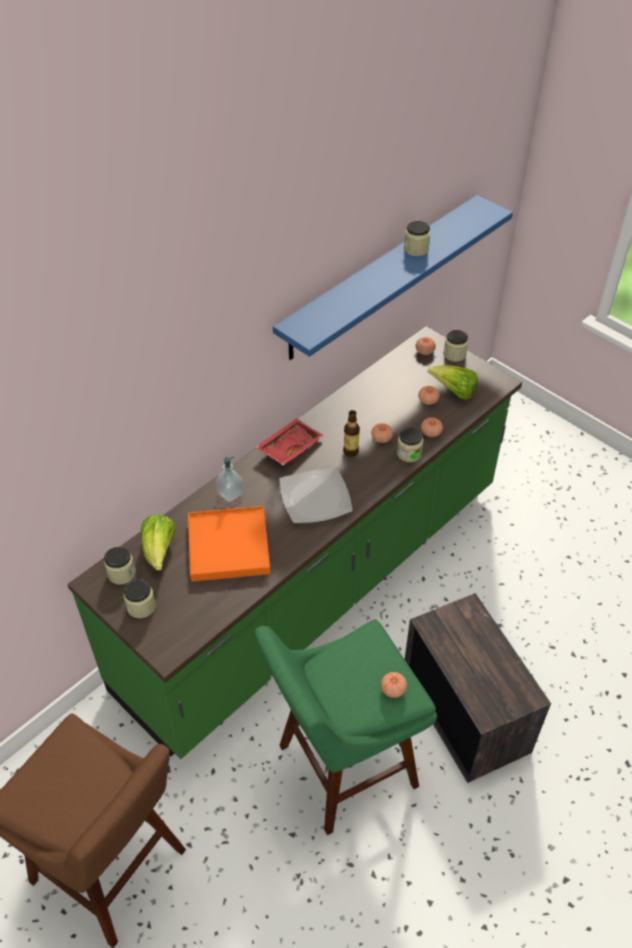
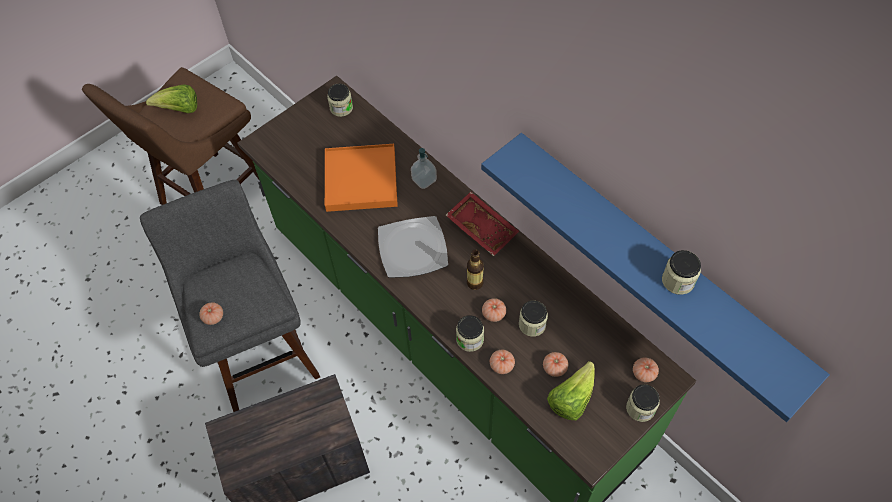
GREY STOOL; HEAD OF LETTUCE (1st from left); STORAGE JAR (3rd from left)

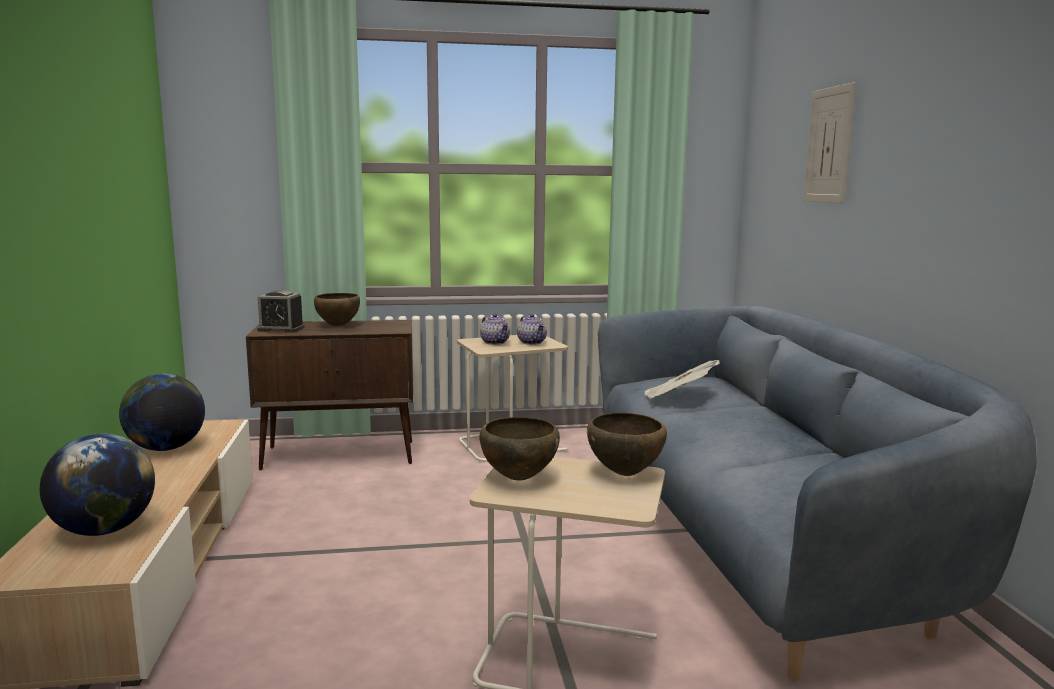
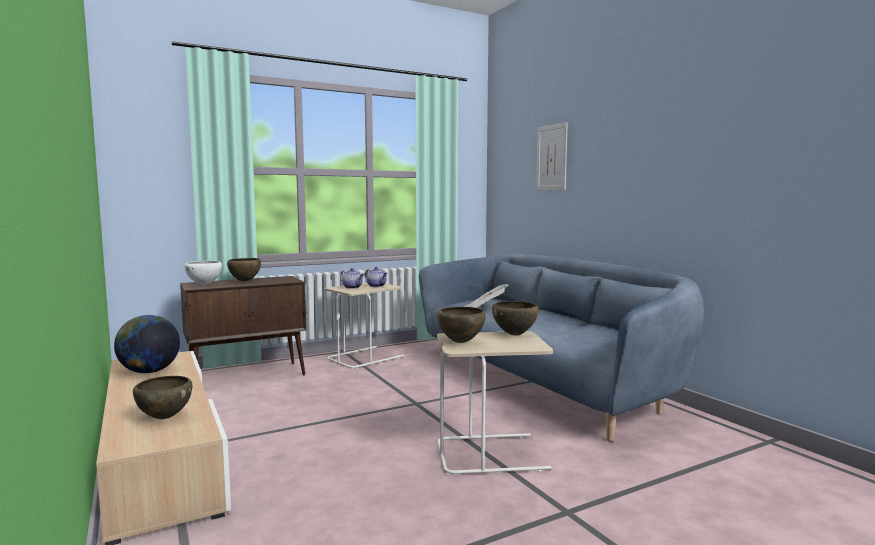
BROWN DEEP DISH (1st from left); WHITISH DEEP DISH

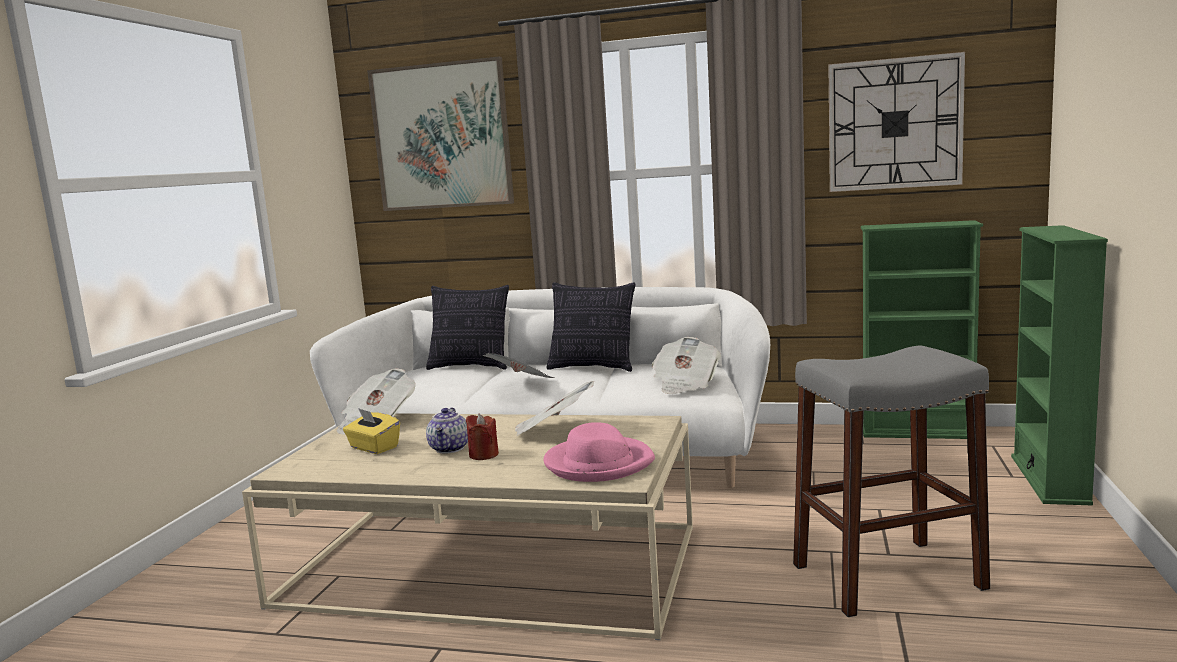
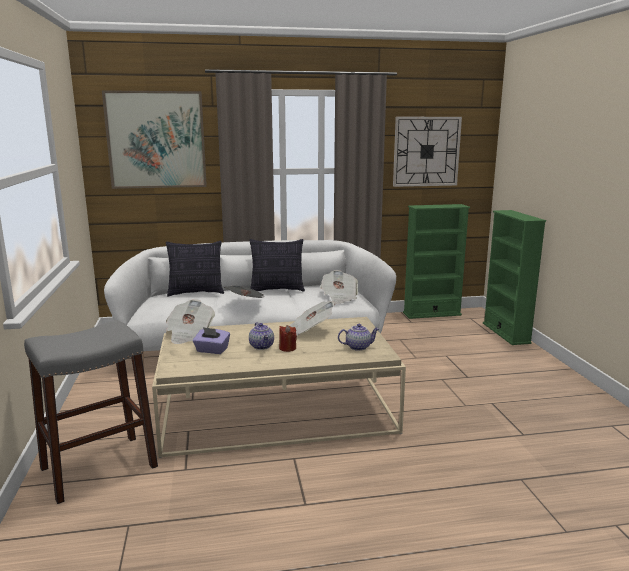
GREY STOOL; PURPLE-COLOURED TISSUE BOX; TEA POT (2nd from left)

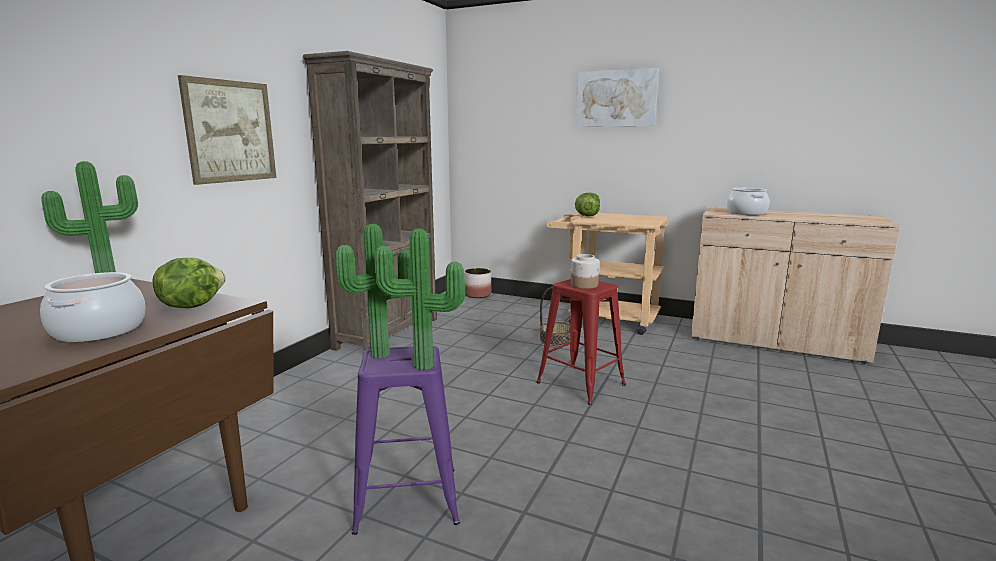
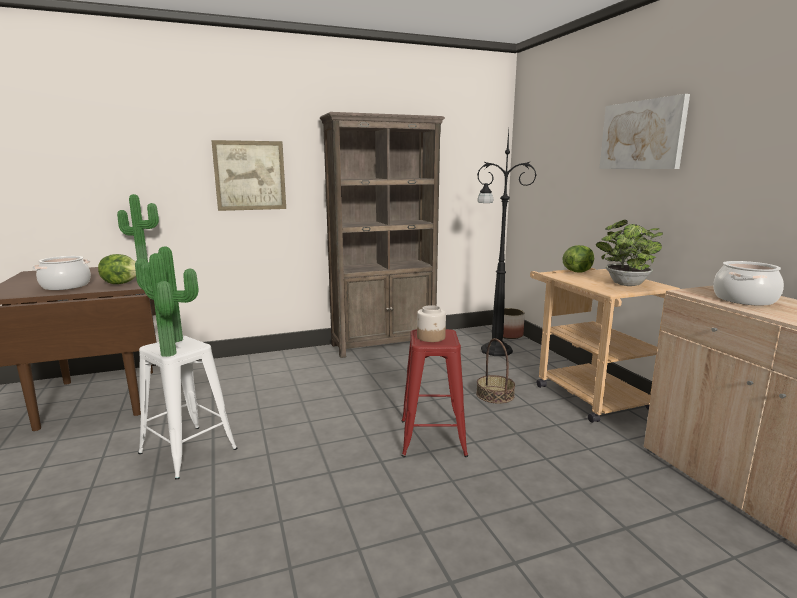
WHITISH STOOL; BLACK-COLOURED STANDING LAMP; PLANT IN A POT (4th from left)

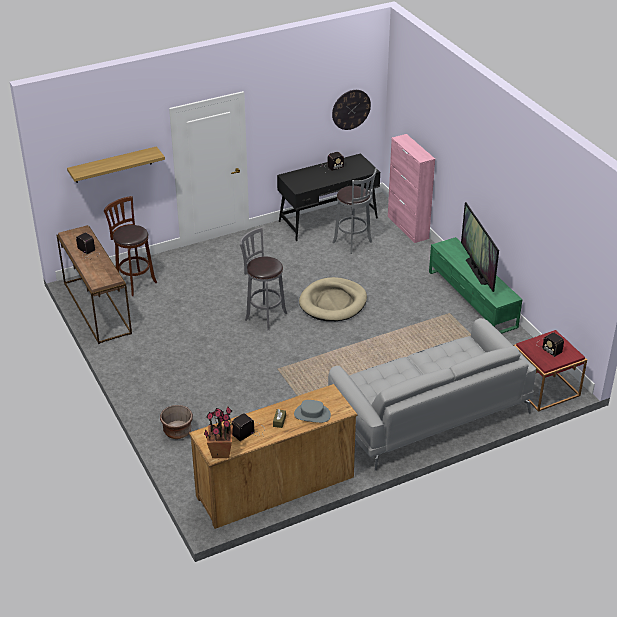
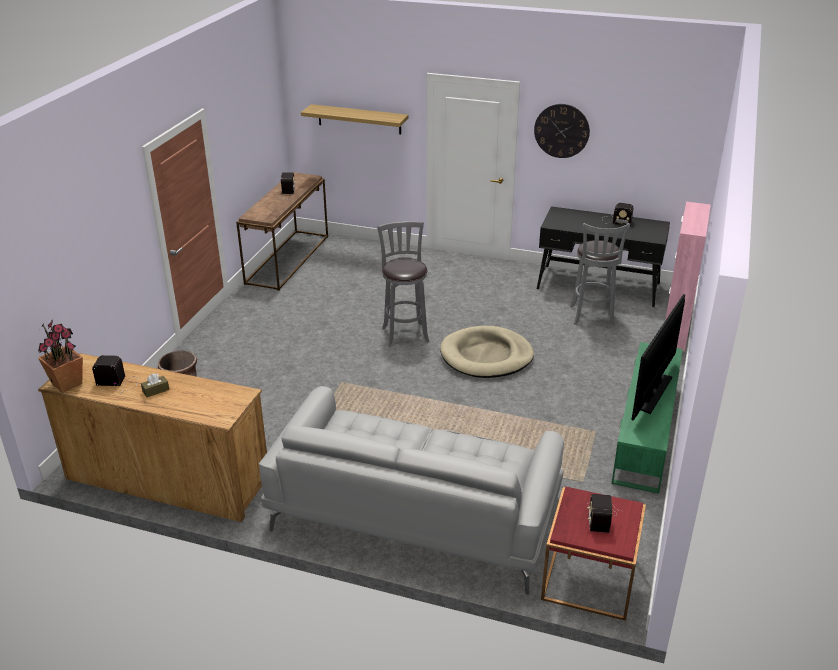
WALL CLOCK; BROWN STOOL; GREY WEARABLE HAT

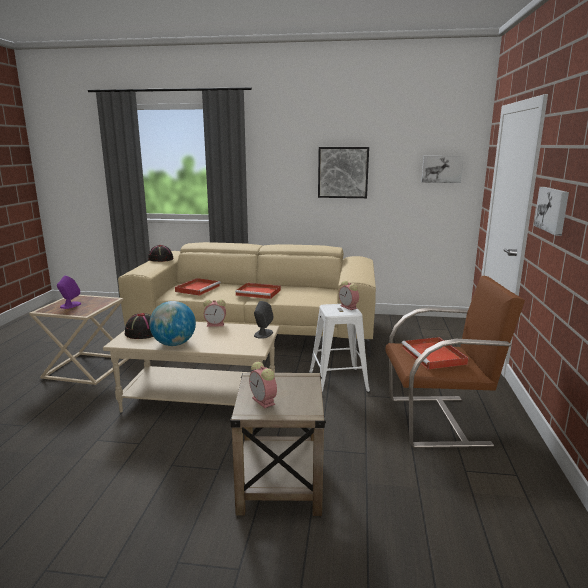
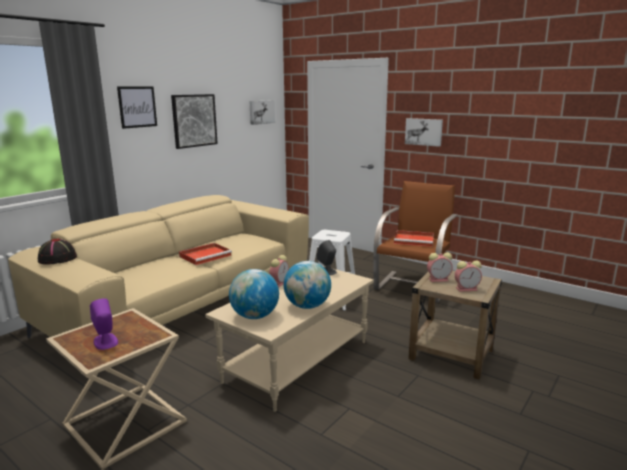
WALL PICTURE (1st from left); DESK GLOBE (1st from left); TABLE CLOCK (2nd from left); REDDISH SERVING TRAY (1st from left in the first image)

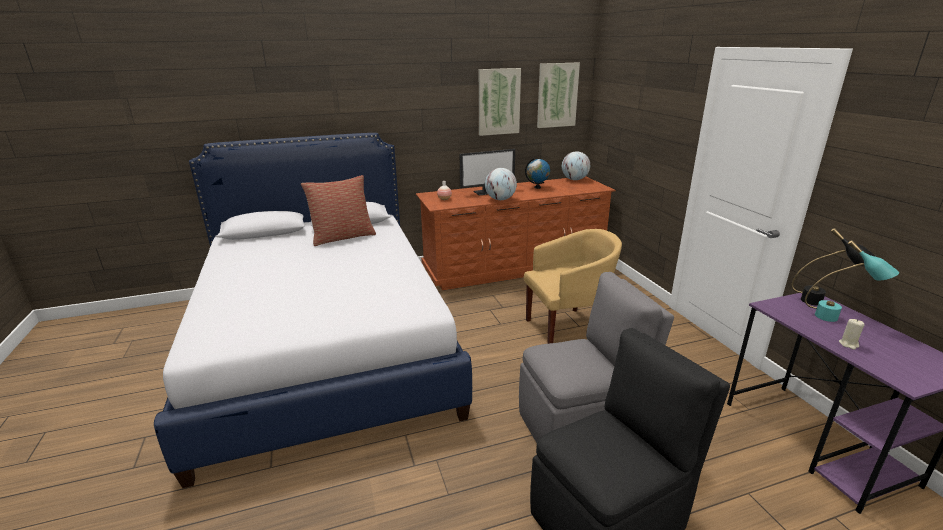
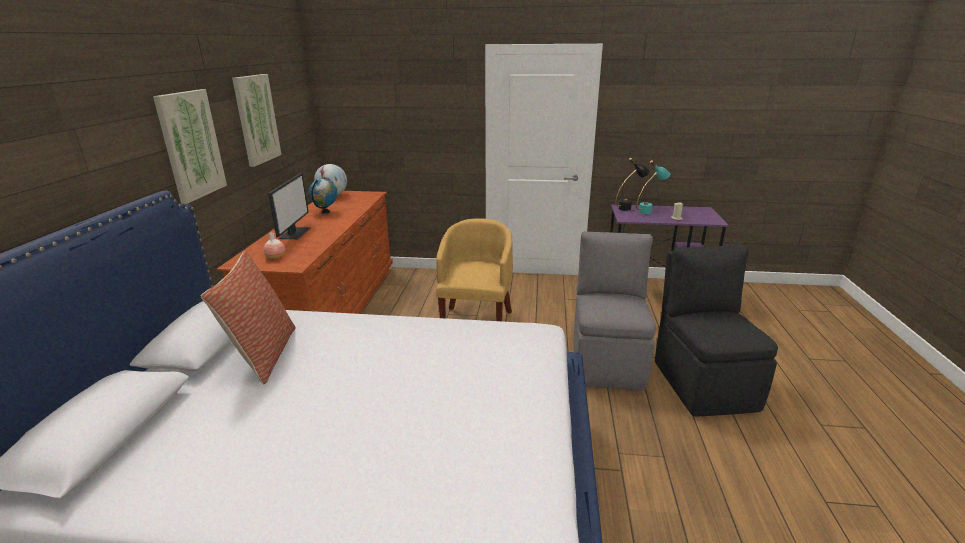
WALL PICTURE (1st from left); DESK GLOBE (1st from left in the first image)

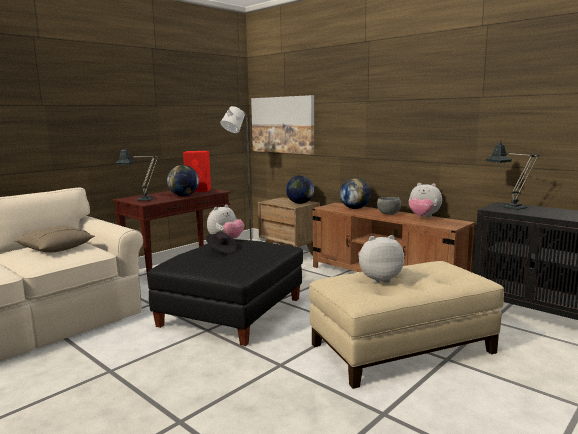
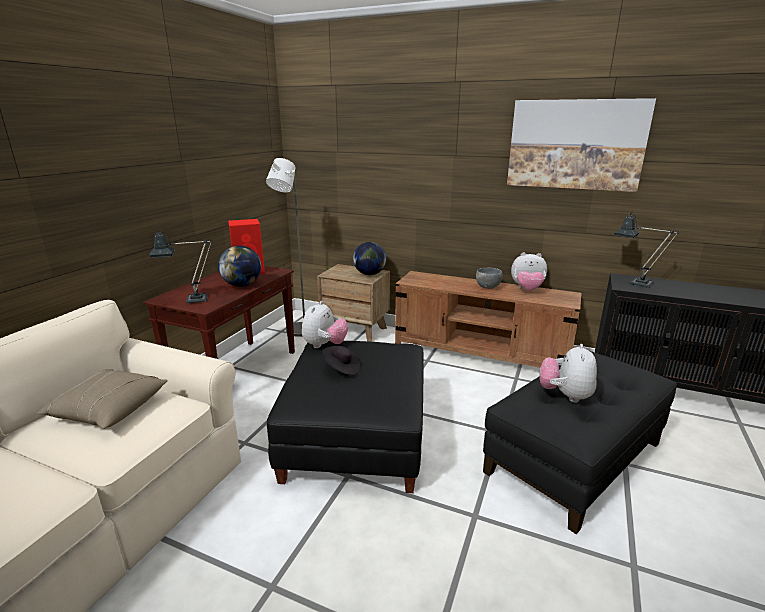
BLACK-COLOURED OTTOMAN (2nd from left); WALL PICTURE; SOFT TOY (3rd from left); DESK GLOBE (3rd from left in the first image)

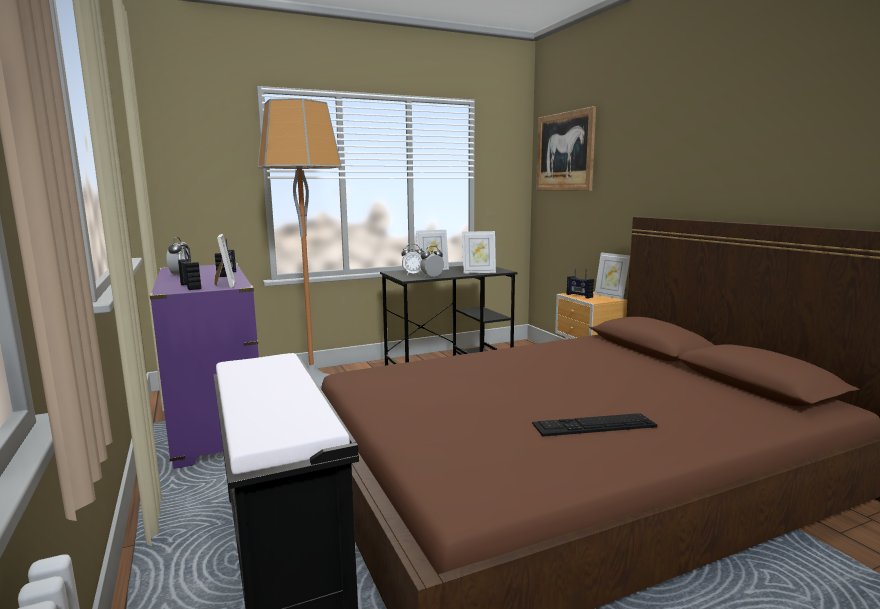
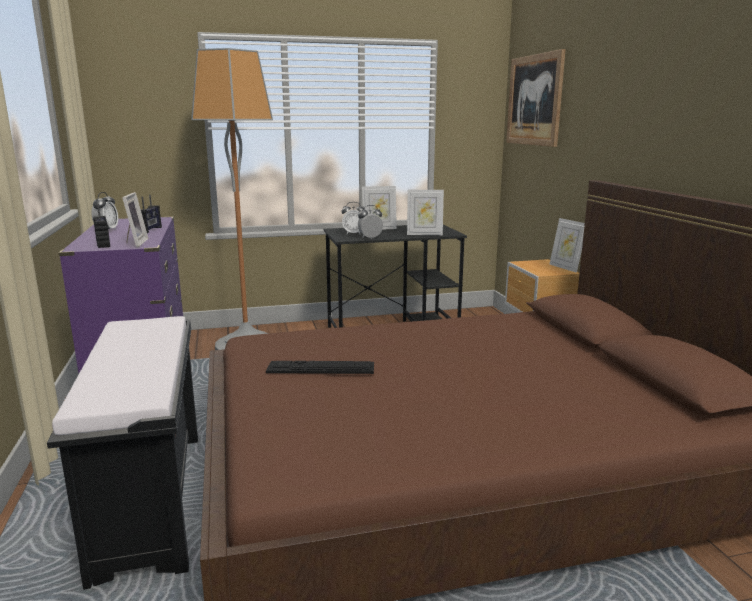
PC KEYBOARD; RADIO (3rd from left in the first image)

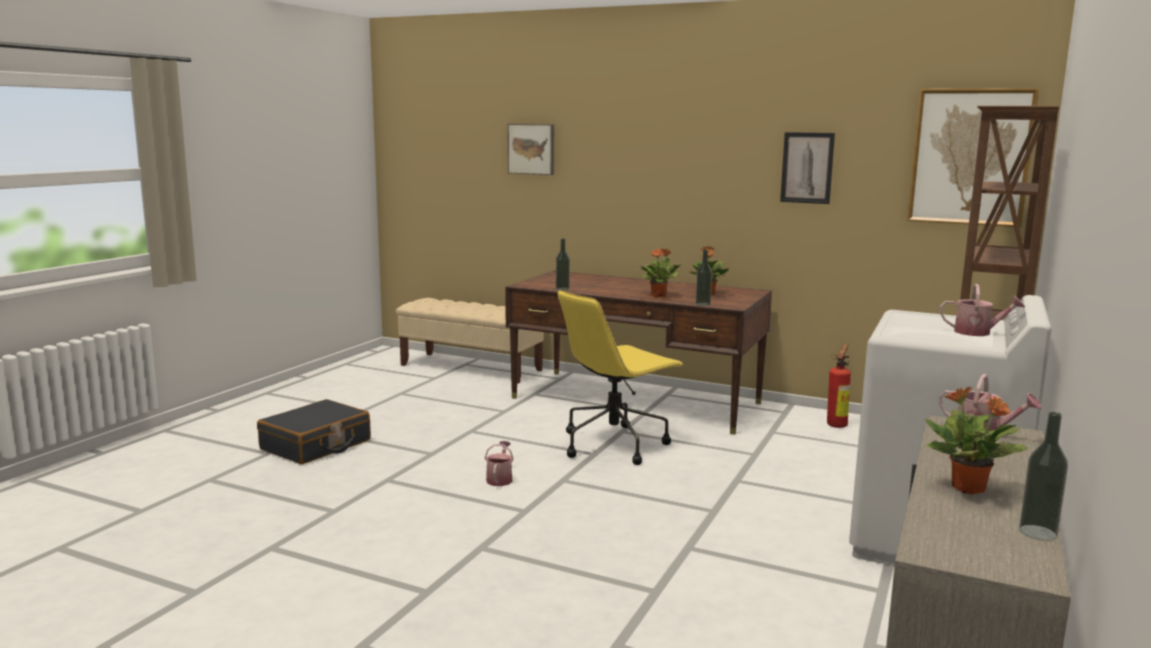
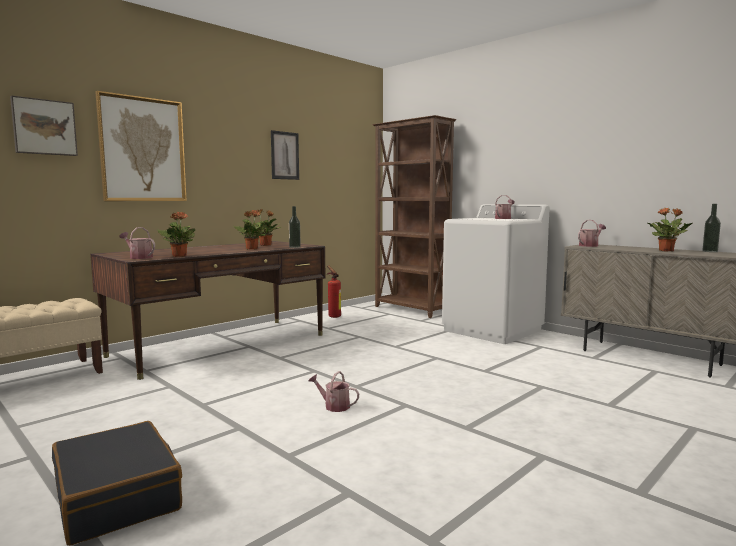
WALL PICTURE (2nd from left); SPRINKLING CAN (1st from left); PLANT IN A POT (1st from left); YELLOW-COLOURED OFFICE CHAIR

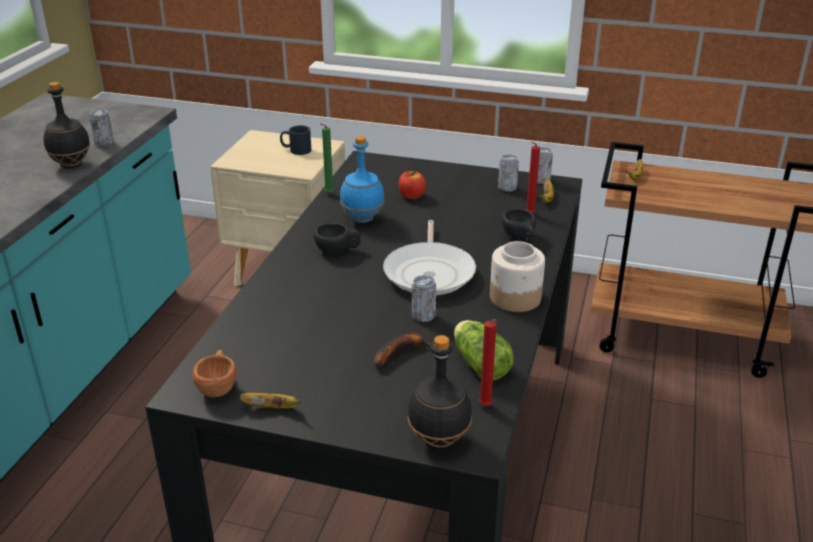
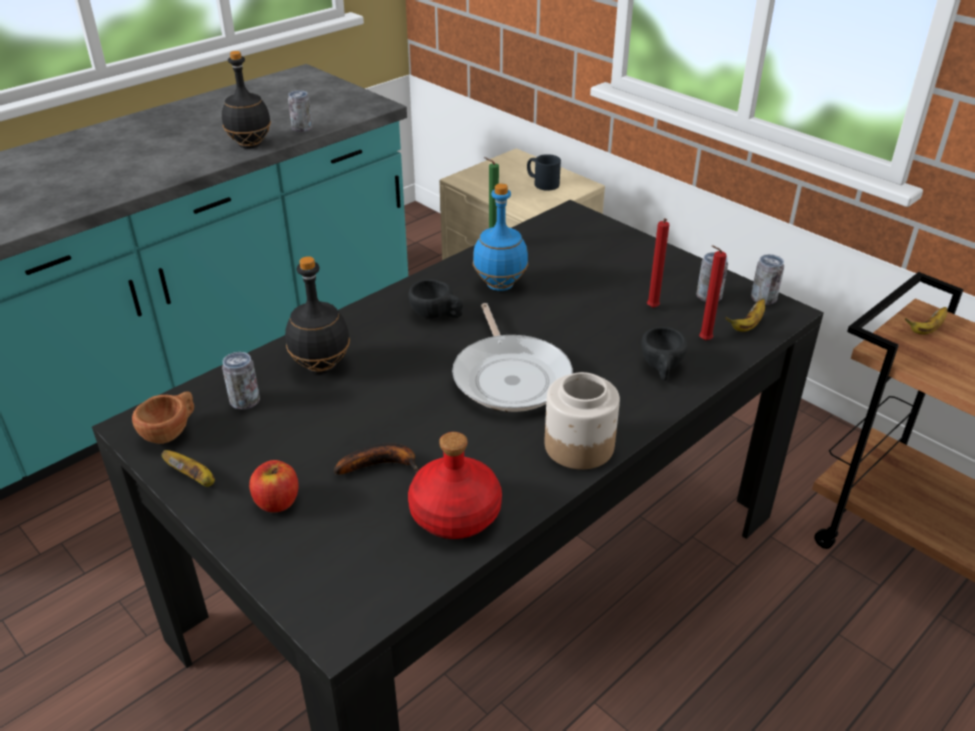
CAN (1st from left); APPLE; BLACK-COLOURED DRINK BOTTLE (2nd from left); REDDISH DRINK BOTTLE; SKILLET; REDDISH WAX LIGHT (1st from left)

